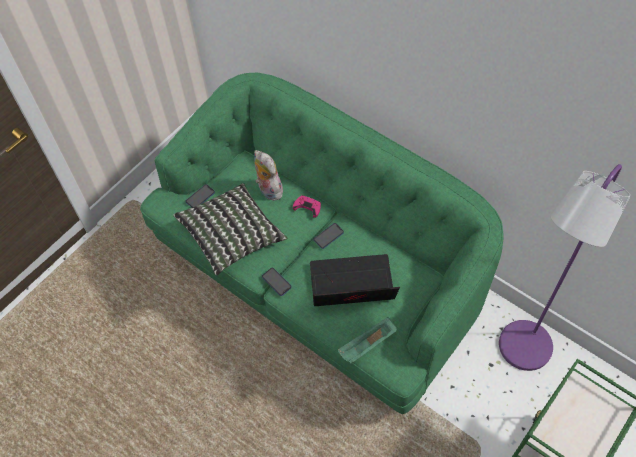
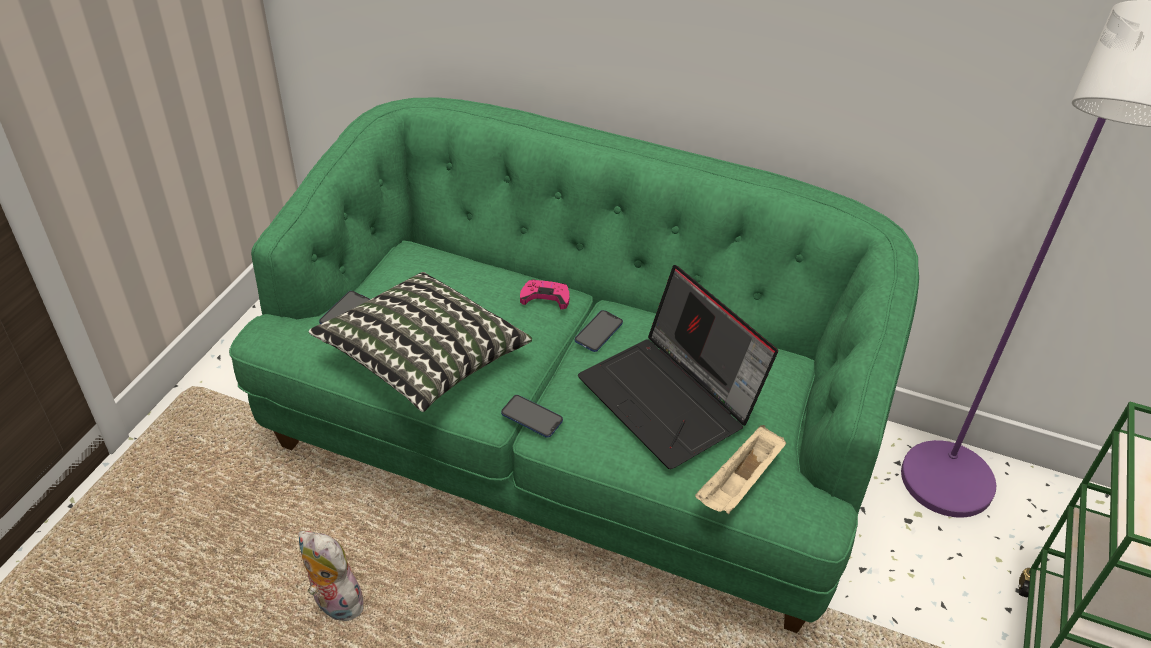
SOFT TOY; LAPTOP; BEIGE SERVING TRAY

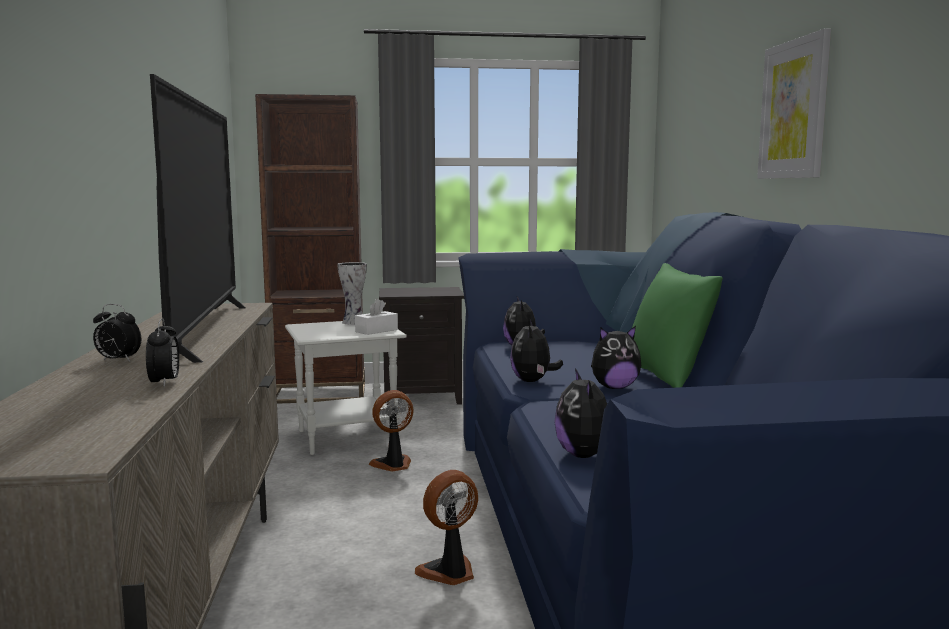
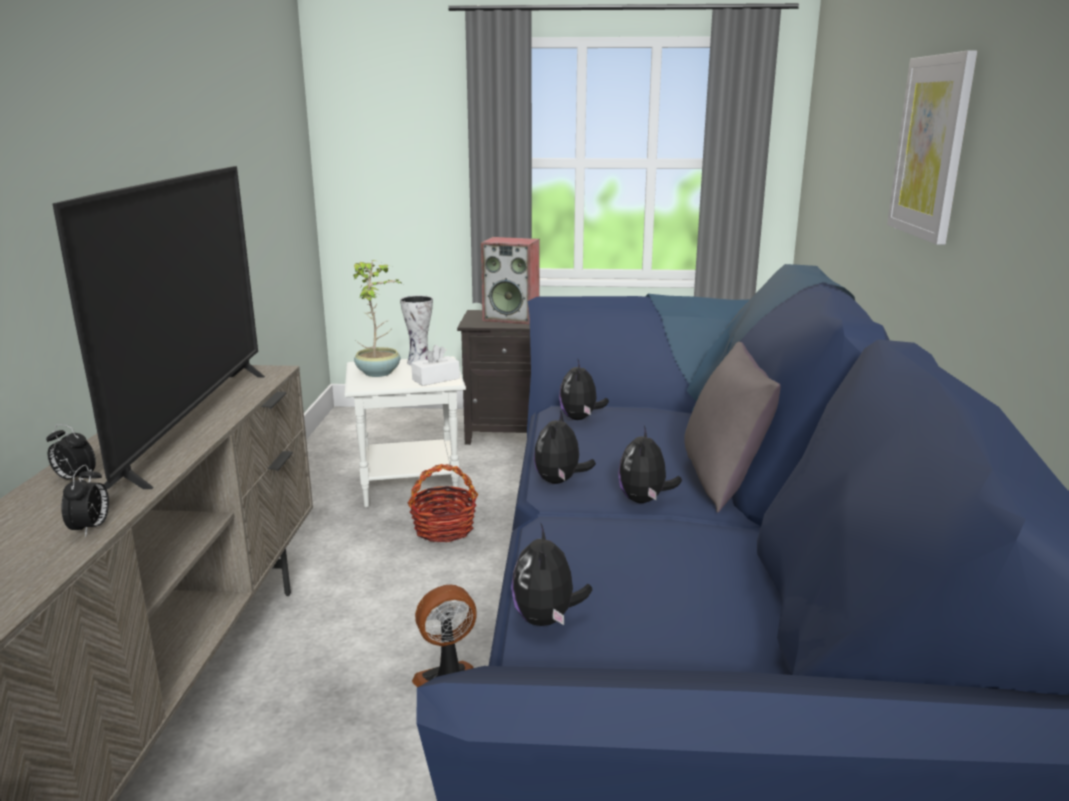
PLANT IN A POT; HOUSEHOLD BASKET; LOUDSPEAKER; SOFT TOY (4th from left); GREY THROW PILLOW; BROWN BOOKCASE

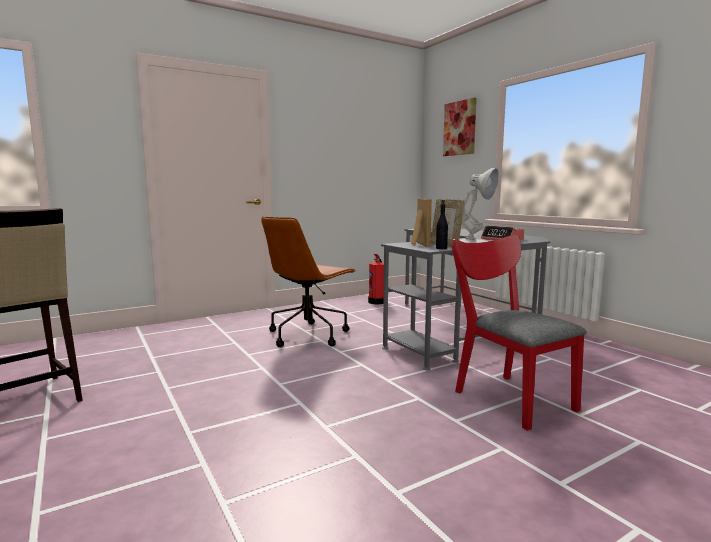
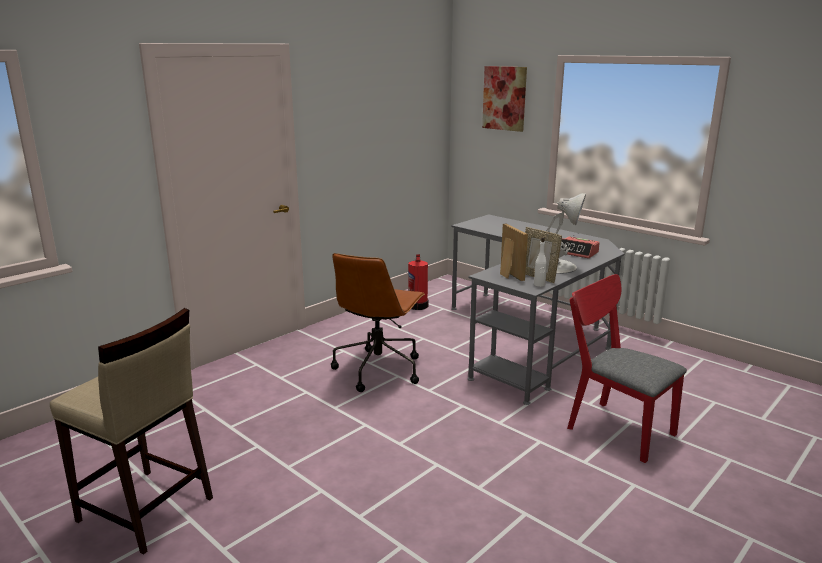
WHITISH DRINK BOTTLE

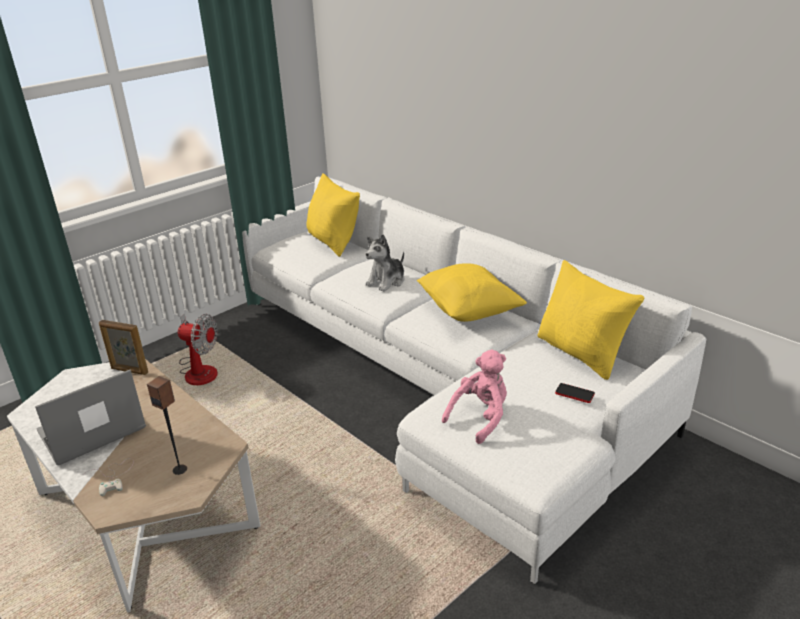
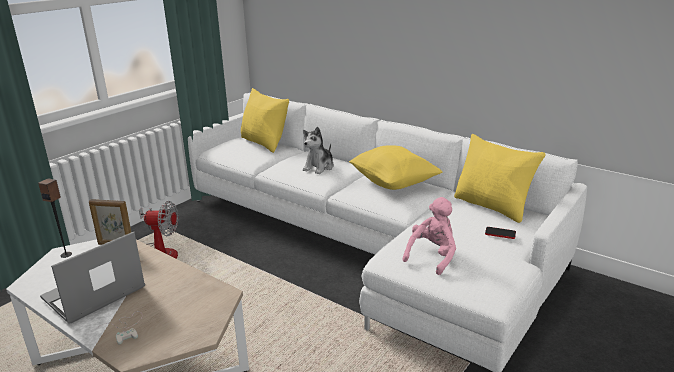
LOUDSPEAKER

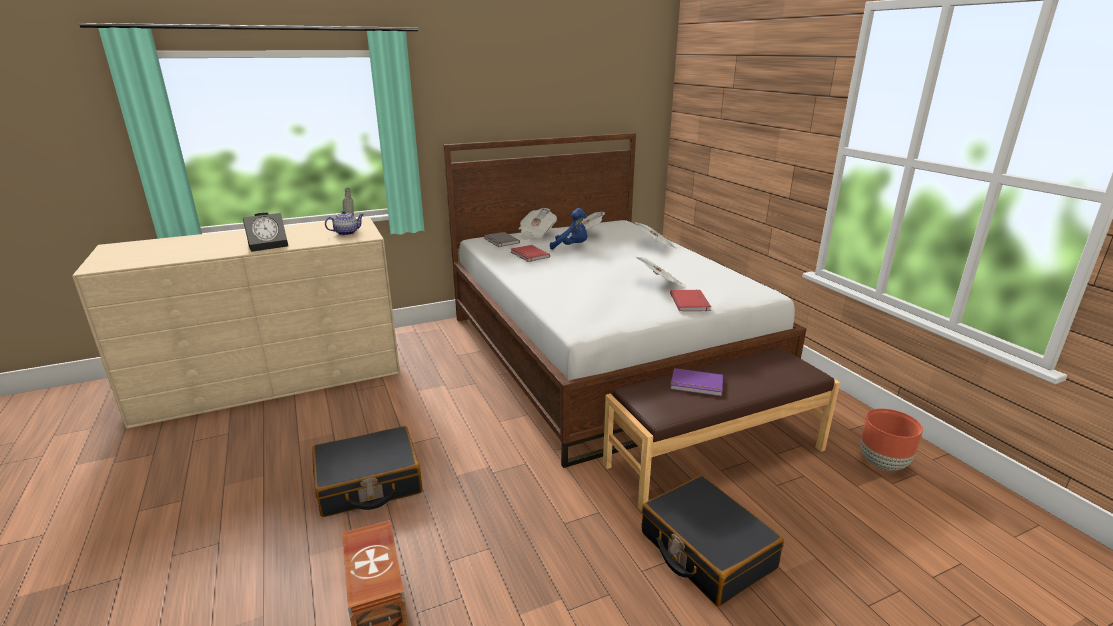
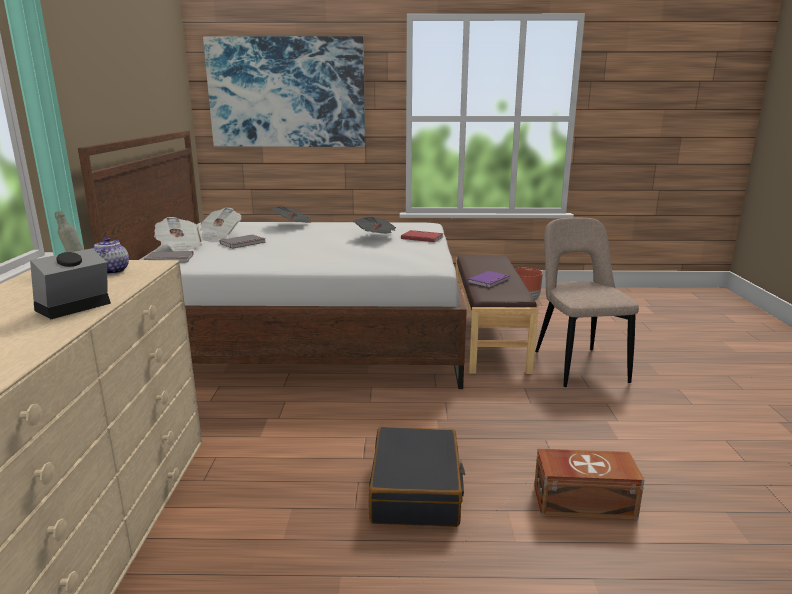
TABLE CLOCK; WALL PICTURE; GREY VOLUME (2nd from left); BEIGE CHAIR; REDDISH VOLUME (1st from left in the first image)

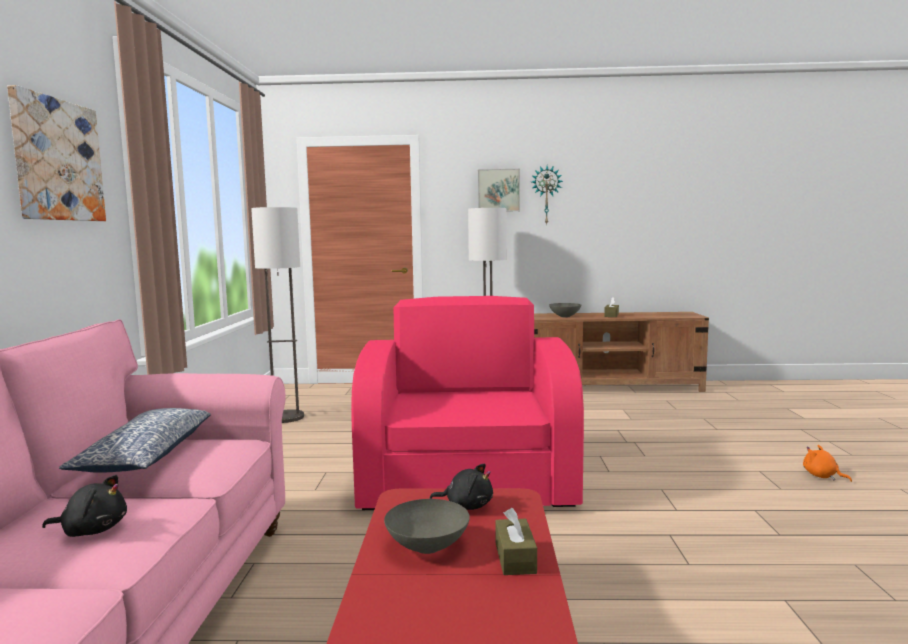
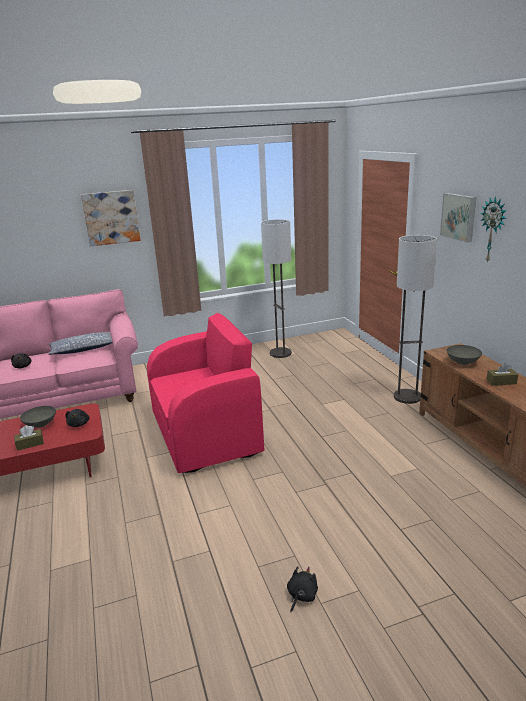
BLACK-COLOURED SOFT TOY (3rd from left)

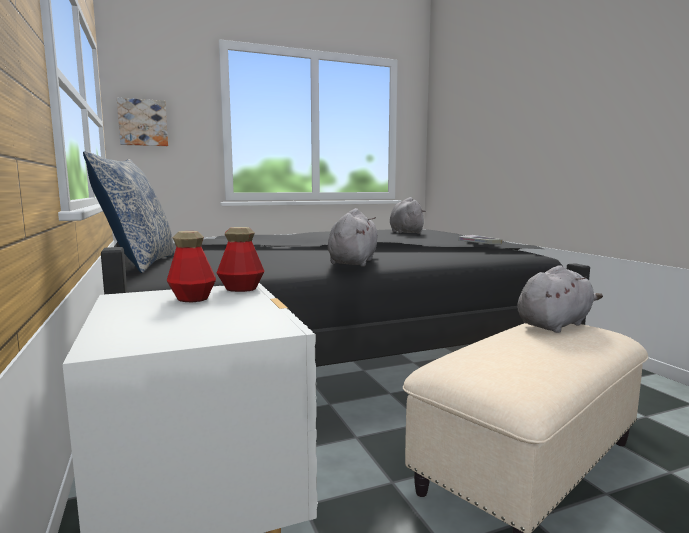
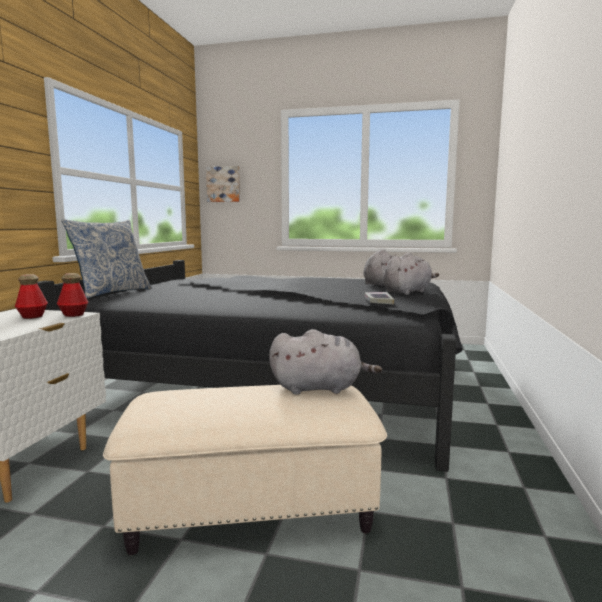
GREY SOFT TOY (3rd from left)

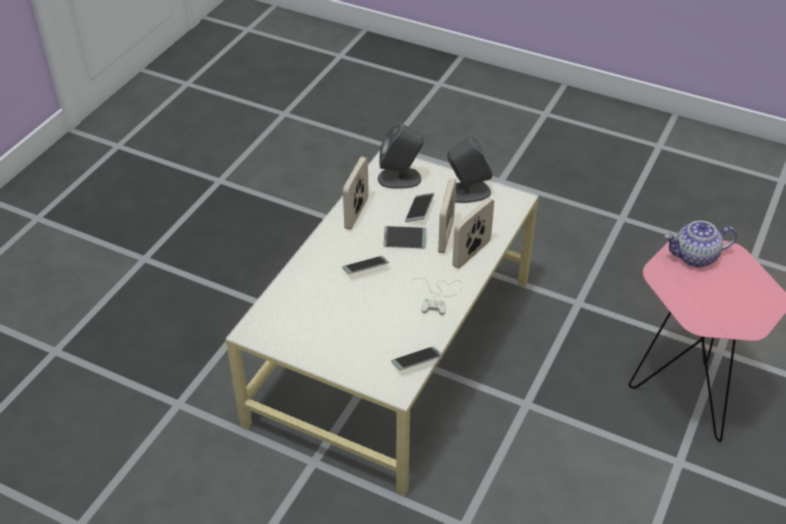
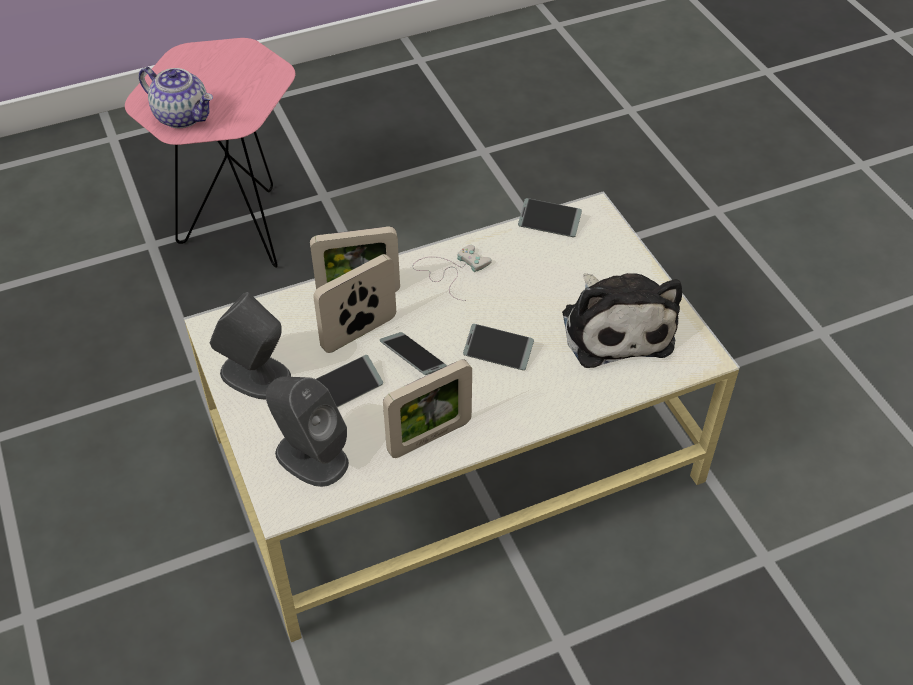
SOFT TOY

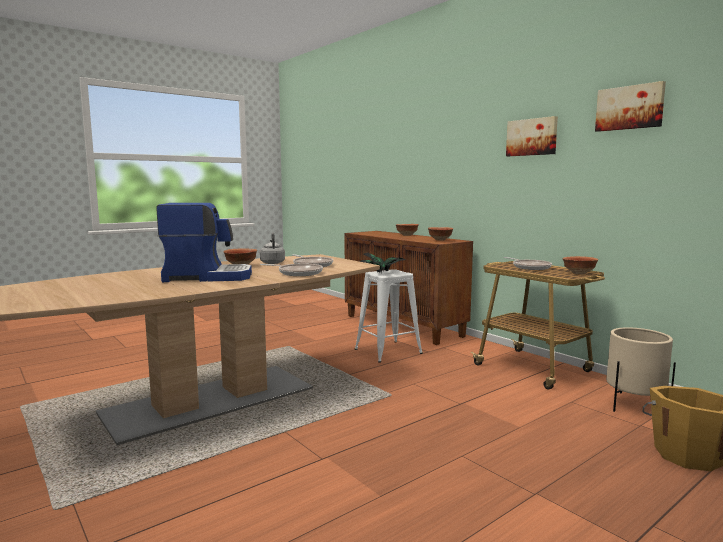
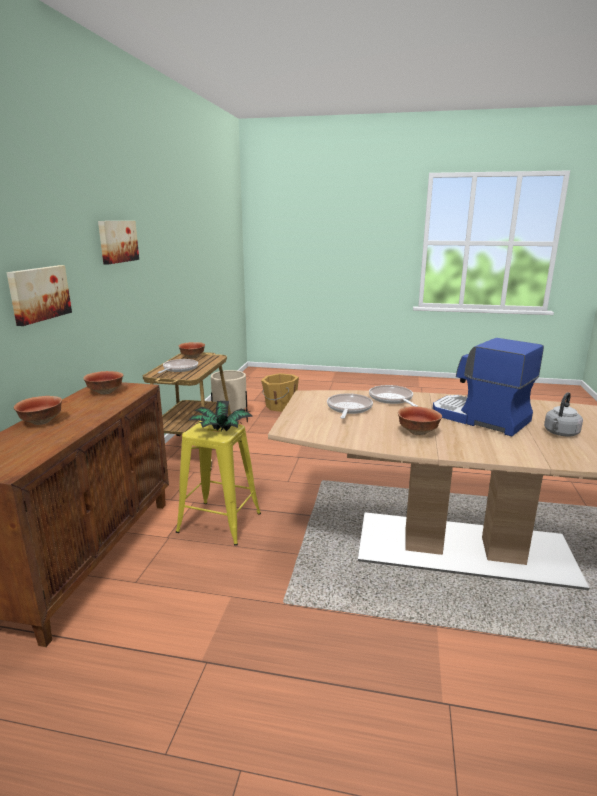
WALL PICTURE (1st from left); YELLOW-COLOURED STOOL; GREY KETTLE

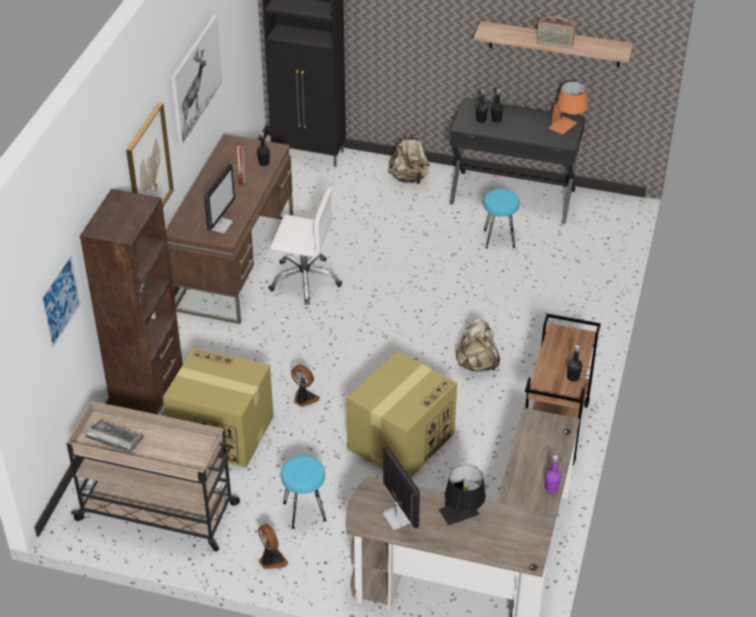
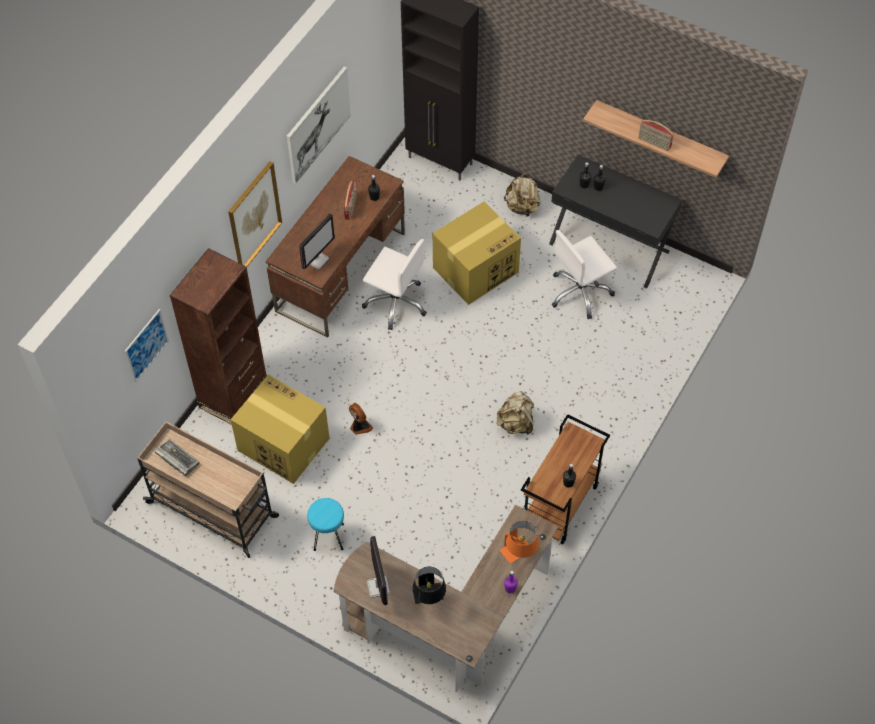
CARTON (2nd from left); ORANGE-COLOURED TABLE LAMP; WHITISH OFFICE CHAIR (2nd from left); ELECTRIC FAN (1st from left in the first image)

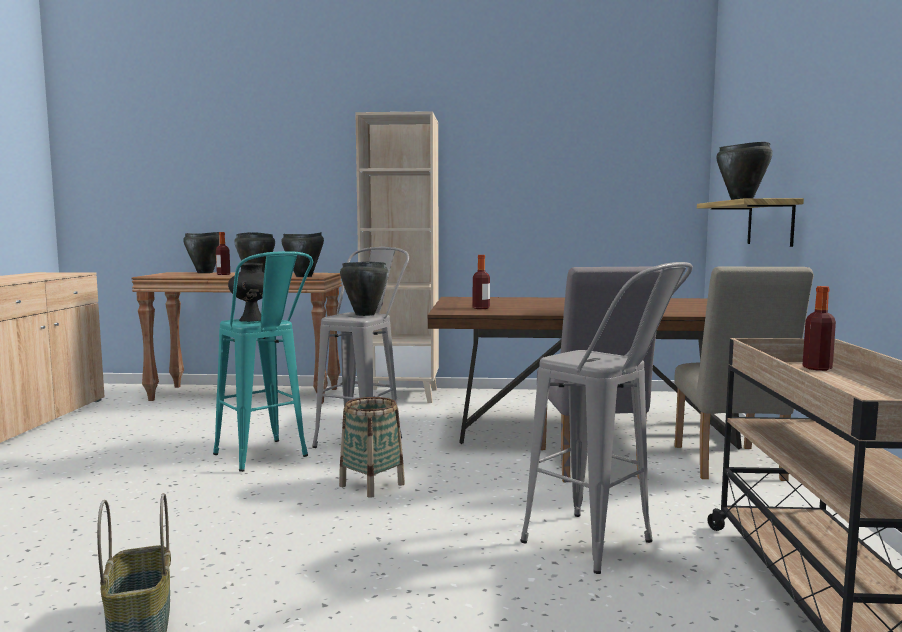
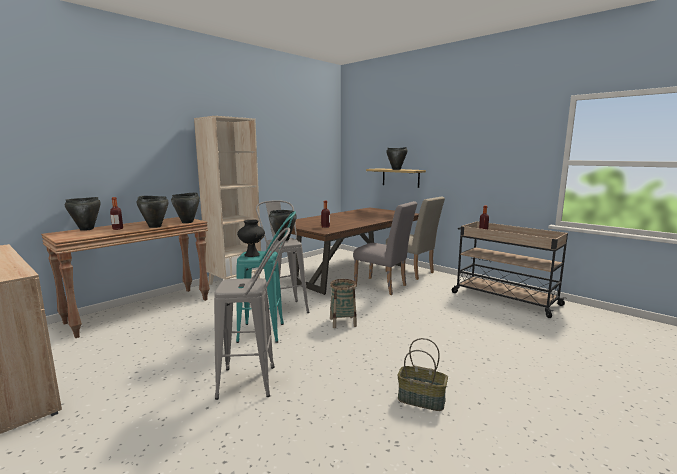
GREY STOOL (1st from left)

